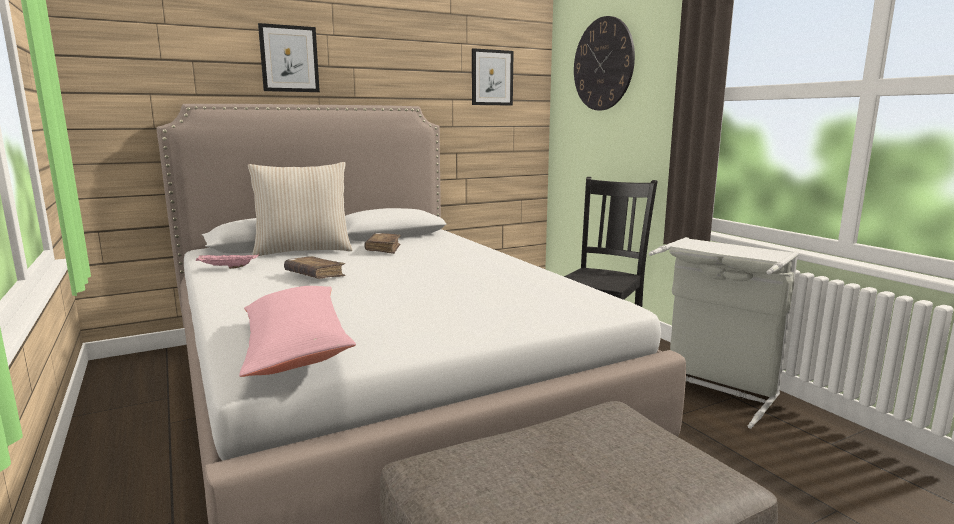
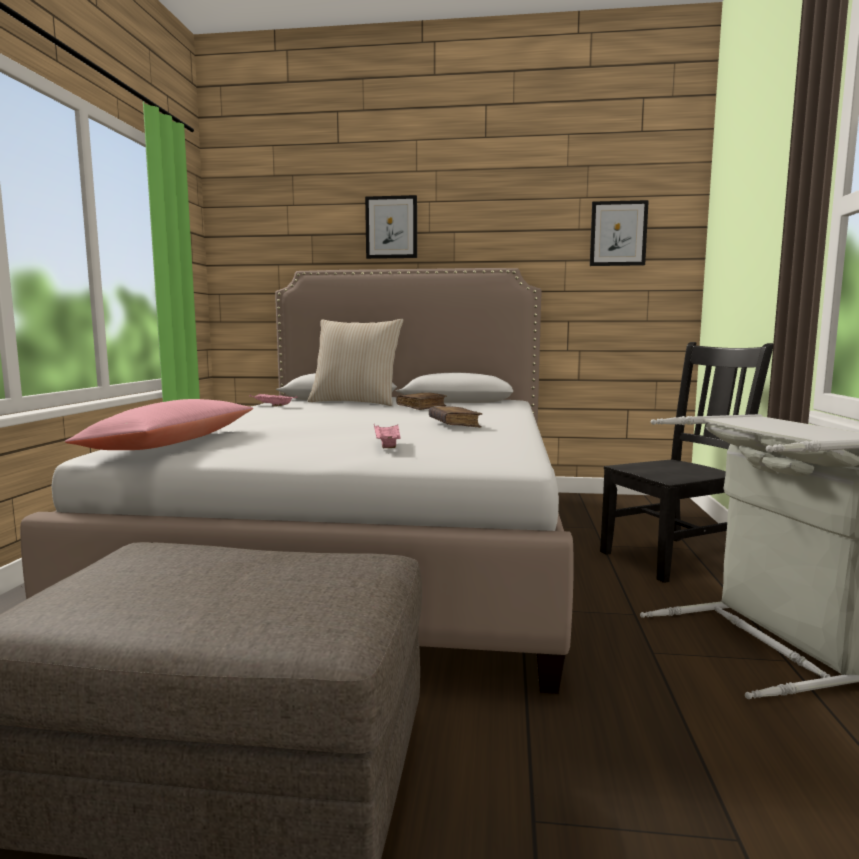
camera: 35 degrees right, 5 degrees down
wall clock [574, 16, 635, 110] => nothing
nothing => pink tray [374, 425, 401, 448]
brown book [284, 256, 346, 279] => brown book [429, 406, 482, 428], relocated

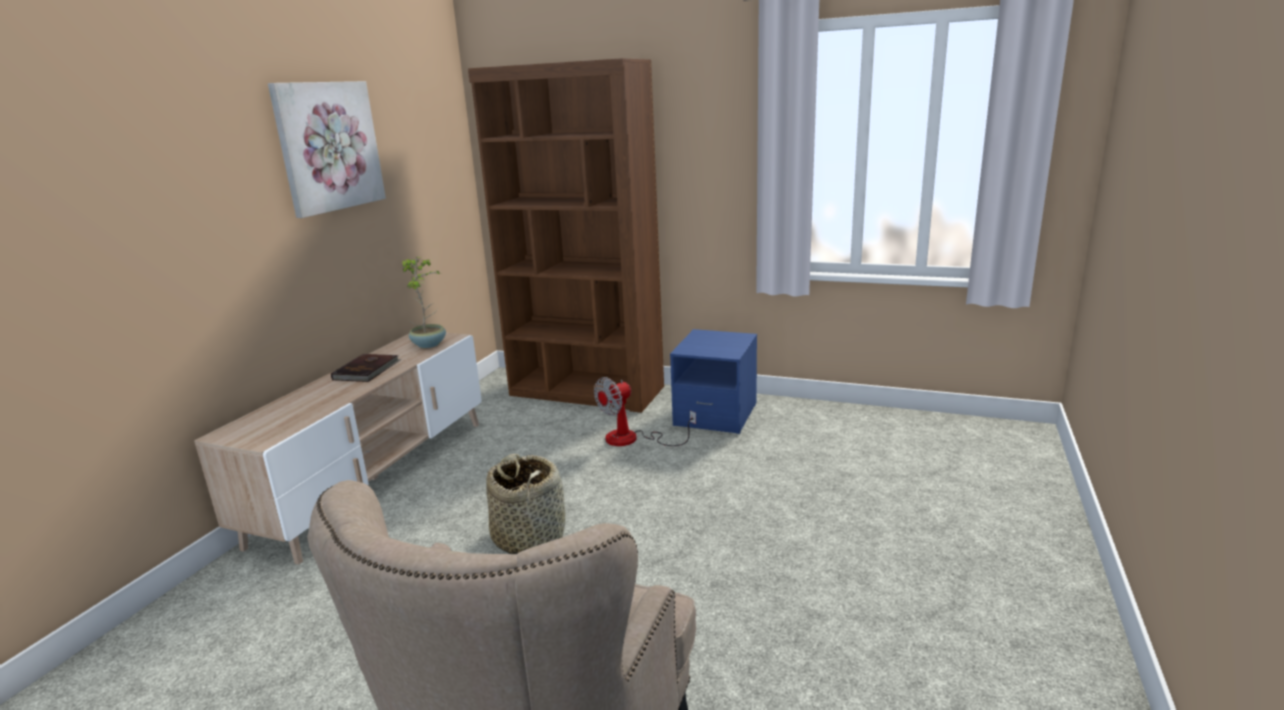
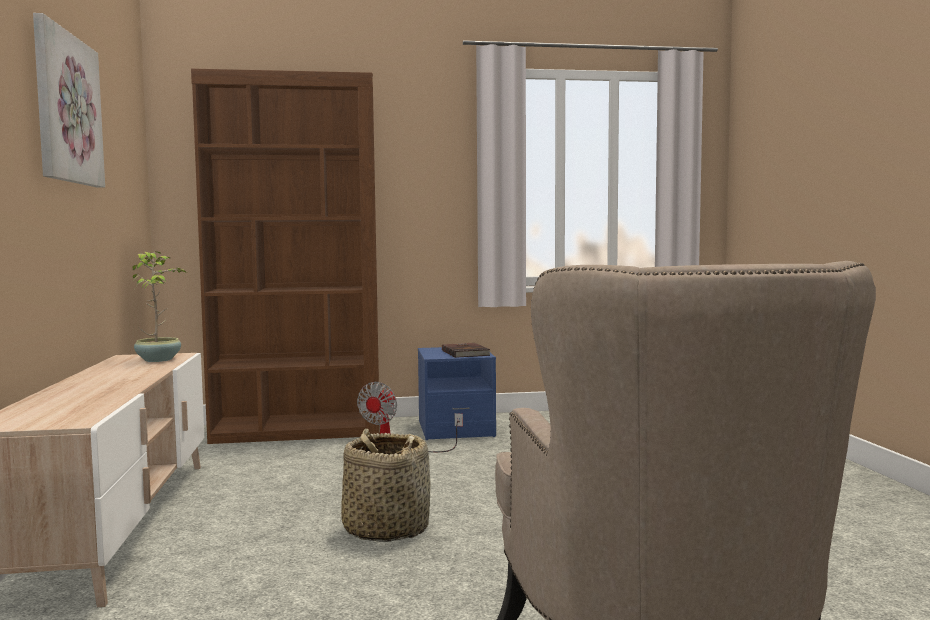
camera: 30 degrees left, 15 degrees down
brown book [331, 354, 402, 382] => brown book [442, 343, 491, 358], relocated

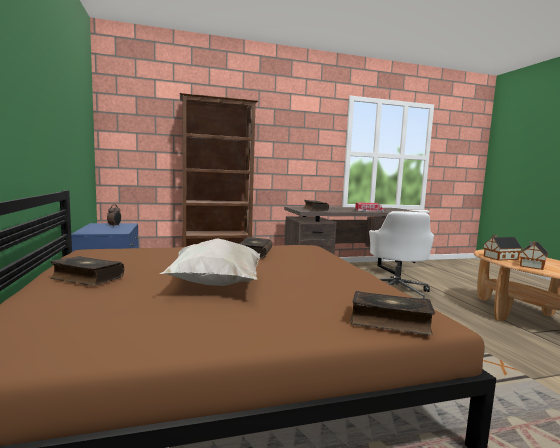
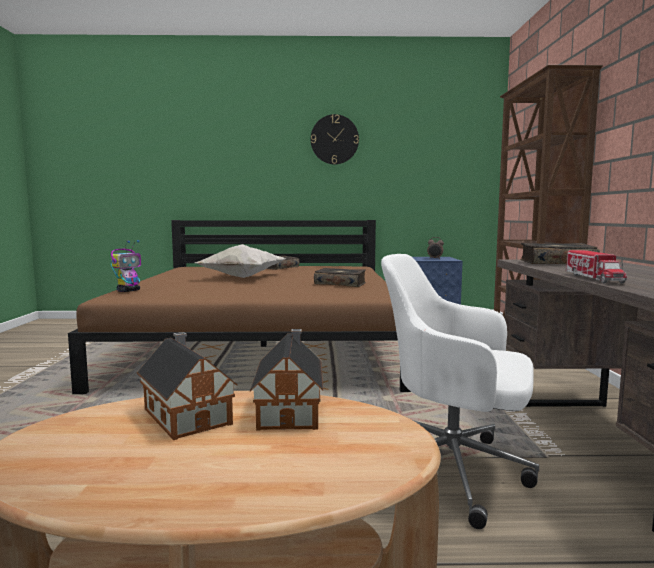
camera: 105 degrees right, 0 degrees up
nothing => wall clock [311, 114, 359, 164]
book [350, 291, 435, 335] => toy robot [111, 240, 141, 292]

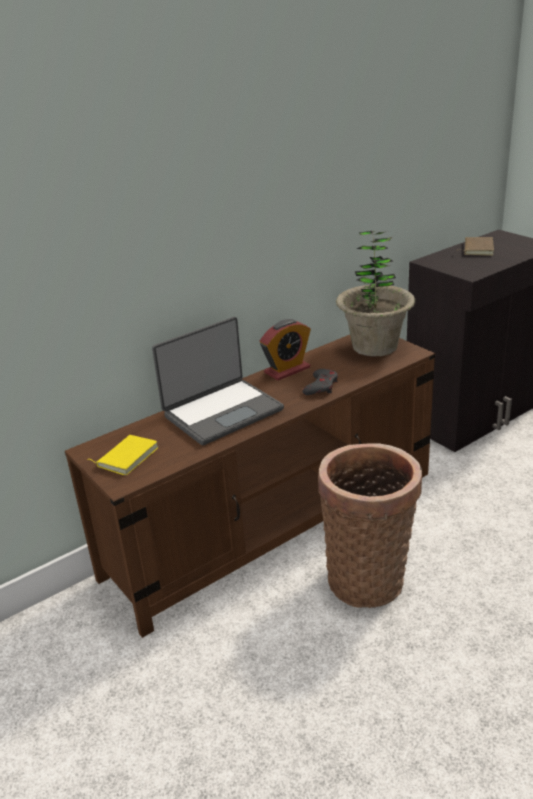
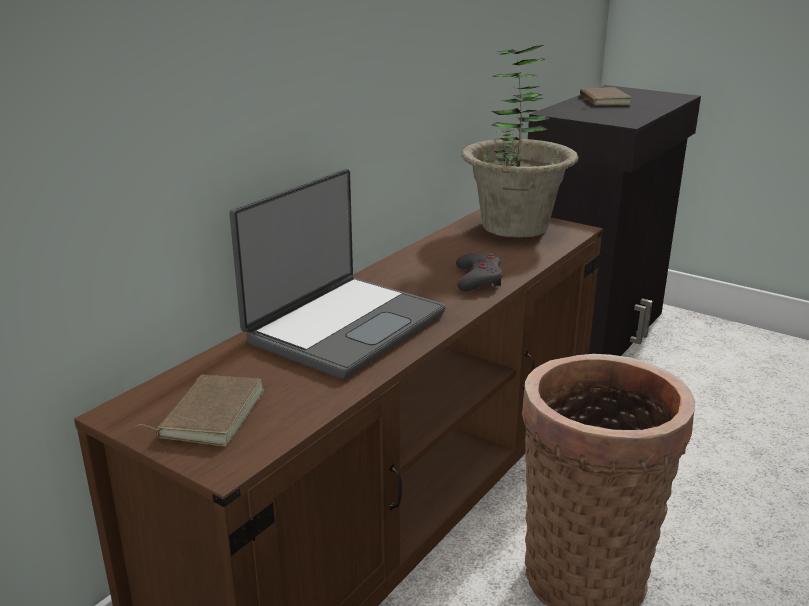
camera: 20 degrees left, 5 degrees down
alarm clock [260, 319, 311, 381] => nothing
yellow book [87, 435, 159, 476] => brown book [134, 375, 264, 446]

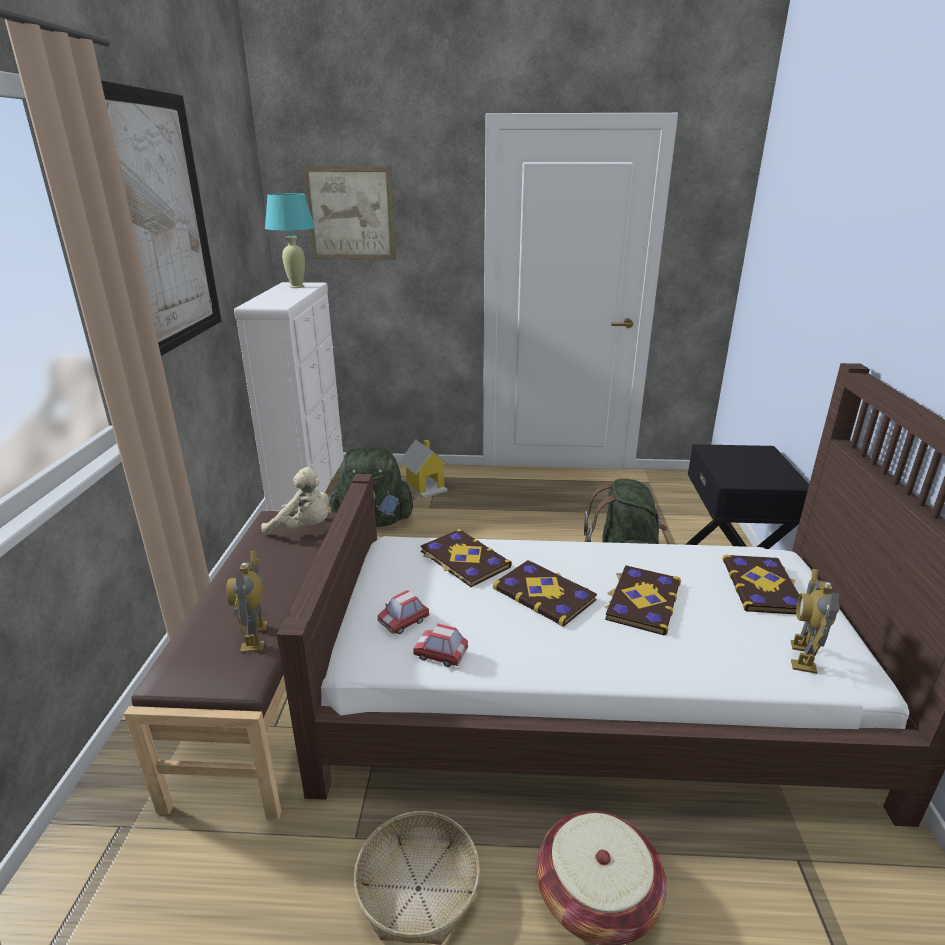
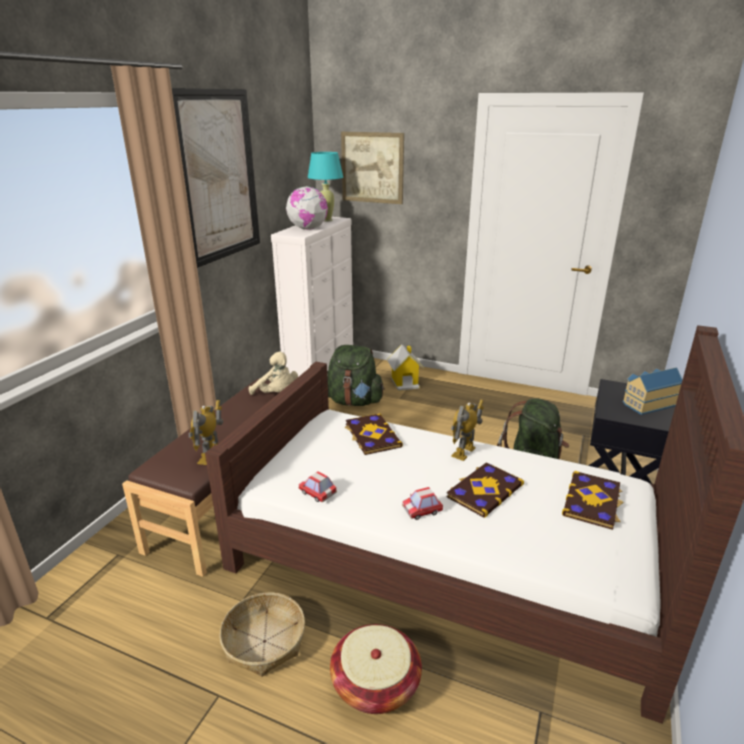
camera: 20 degrees right, 0 degrees up
book [493, 560, 597, 627] => nothing
nothing => globe [286, 186, 328, 230]
nothing => toy house [622, 367, 683, 415]
toy car [377, 590, 430, 634] => toy car [402, 487, 443, 520], relocated
toy robot [791, 569, 840, 674] => toy robot [451, 399, 484, 461], relocated

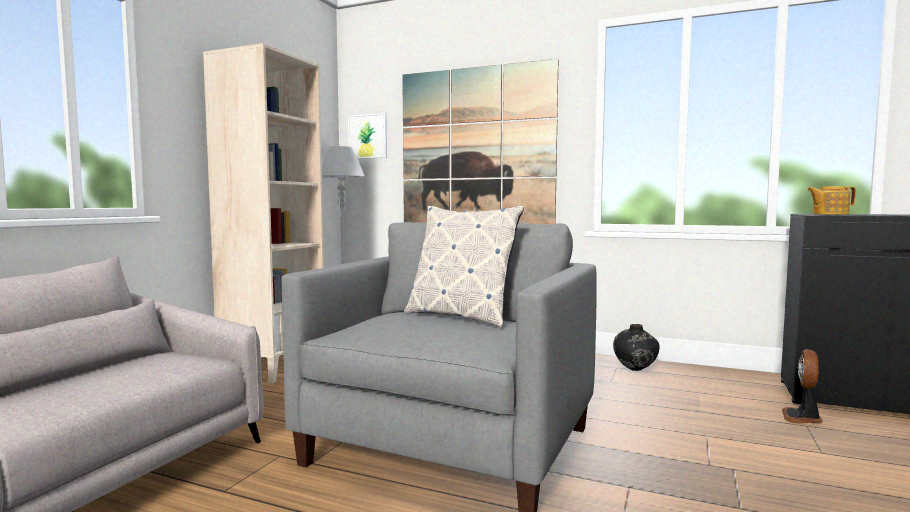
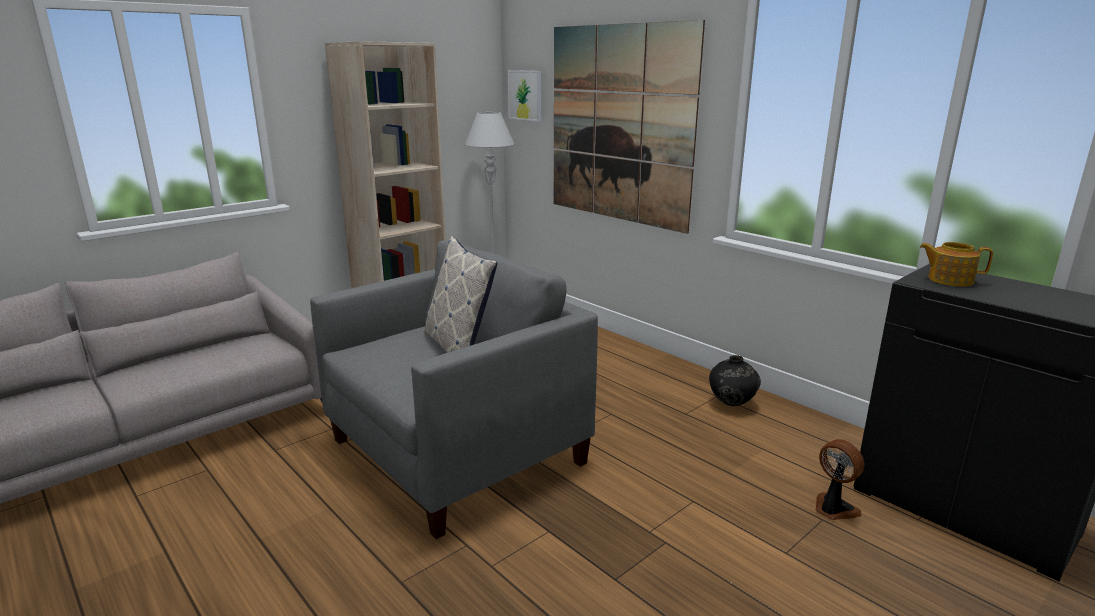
camera: 25 degrees right, 15 degrees up
fan [782, 349, 823, 423] => fan [815, 439, 864, 520], 90 degrees clockwise

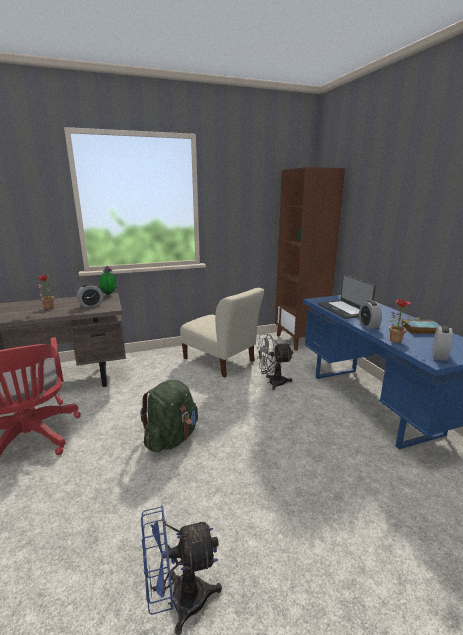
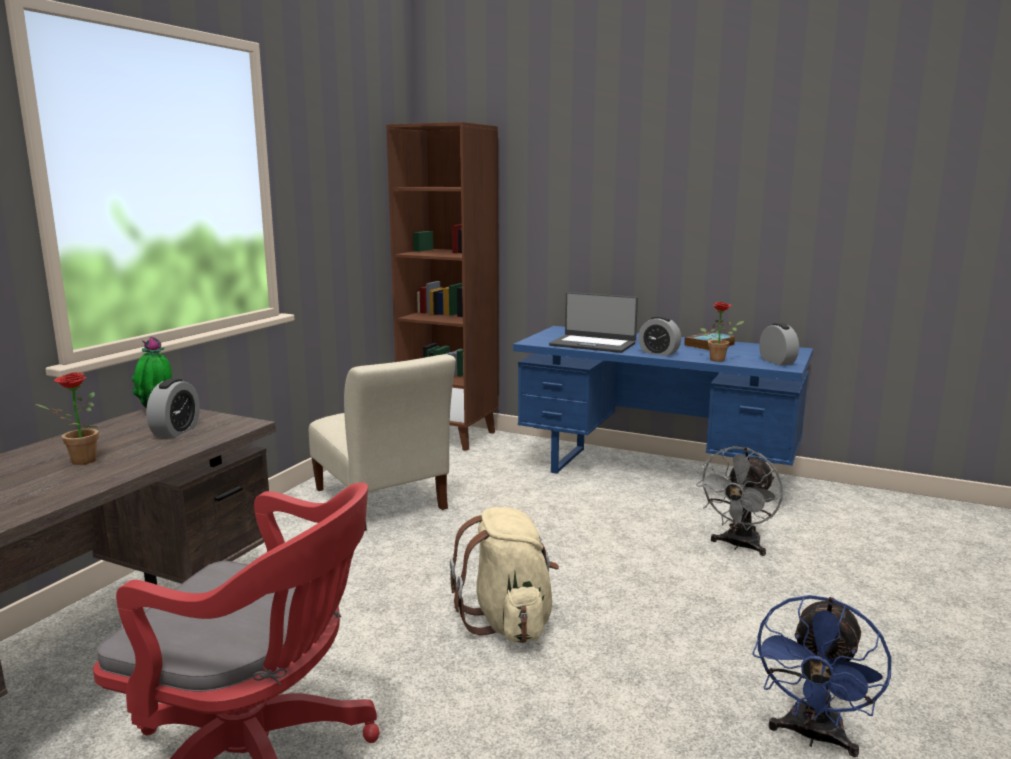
camera: 45 degrees left, 5 degrees down
grey fan [257, 334, 293, 390] => grey fan [696, 446, 783, 556], relocated
green backpack [140, 380, 198, 453] => beige backpack [450, 507, 559, 643]
beige chair [180, 288, 264, 377] => beige chair [309, 354, 456, 531], 60 degrees clockwise

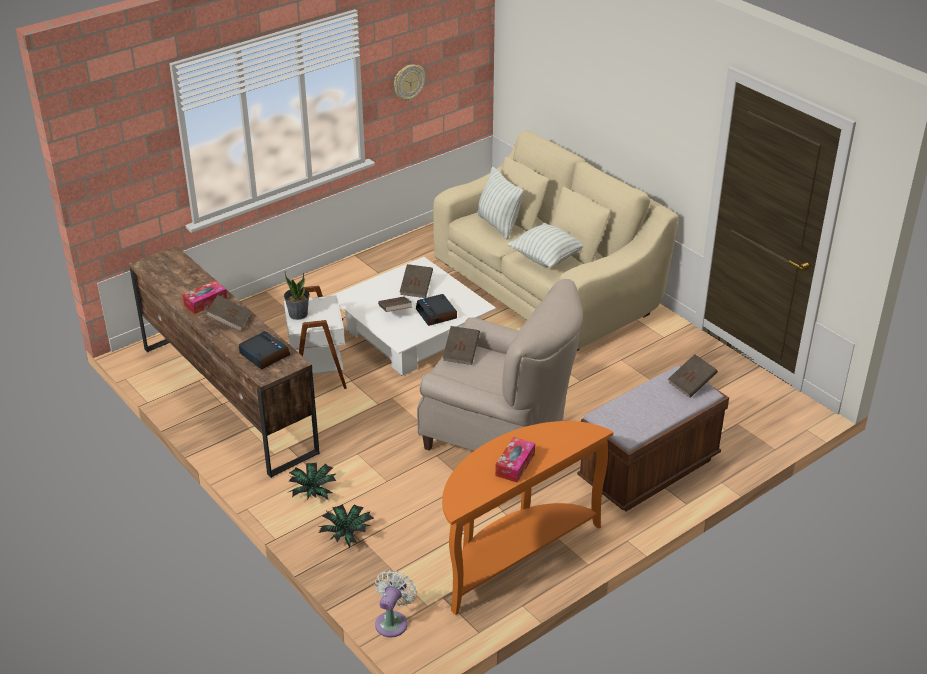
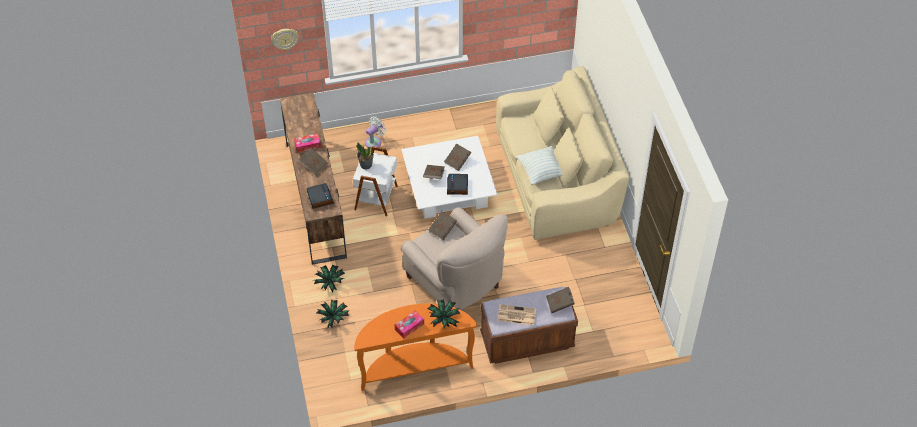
camera: 25 degrees right, 15 degrees up
pillow [477, 167, 524, 239] => nothing
nothing => potted plant [427, 299, 460, 328]
nothing => newspaper [497, 304, 536, 326]
white fan [375, 570, 417, 637] => white fan [365, 116, 386, 148], relocated
wall clock [394, 64, 425, 101] => wall clock [271, 29, 299, 50], relocated

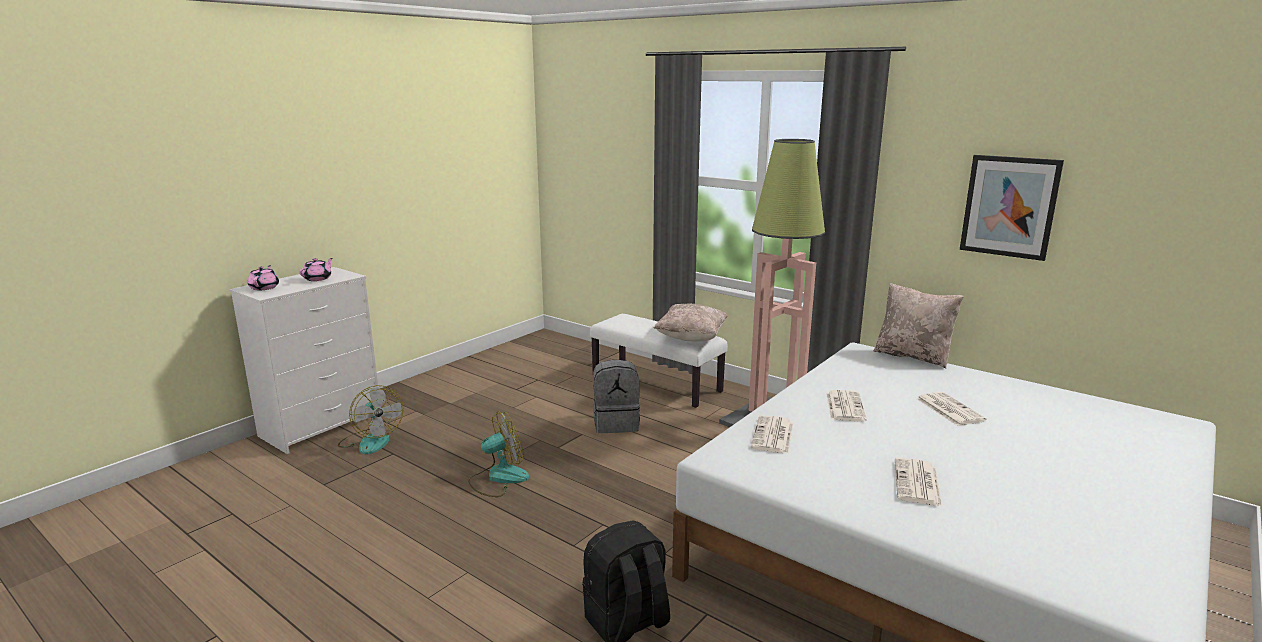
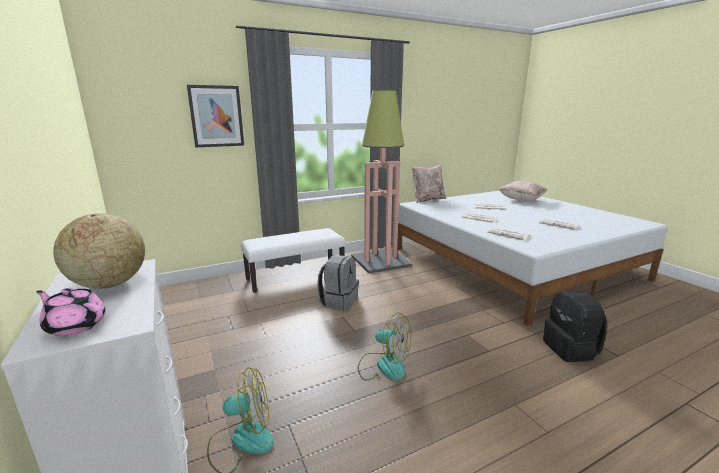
camera: 65 degrees left, 0 degrees up
beige pillow [654, 304, 728, 342] => beige pillow [499, 181, 547, 201], relocated
picture [960, 155, 1064, 261] => picture [187, 85, 244, 147], relocated
pink teapot [299, 258, 333, 281] => globe [53, 214, 145, 289]
fan [468, 411, 529, 497] => fan [358, 312, 411, 381], 120 degrees clockwise

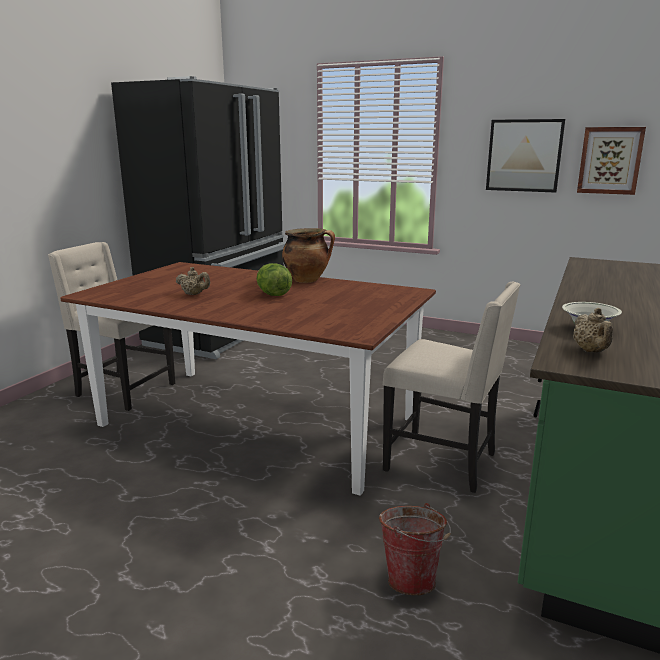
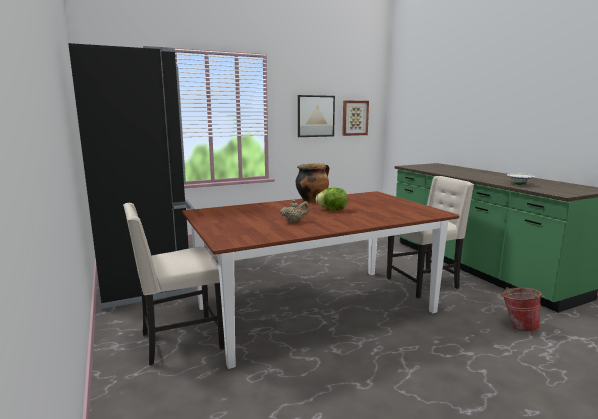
camera: 50 degrees left, 5 degrees down
beige teapot [573, 308, 613, 353] => nothing

